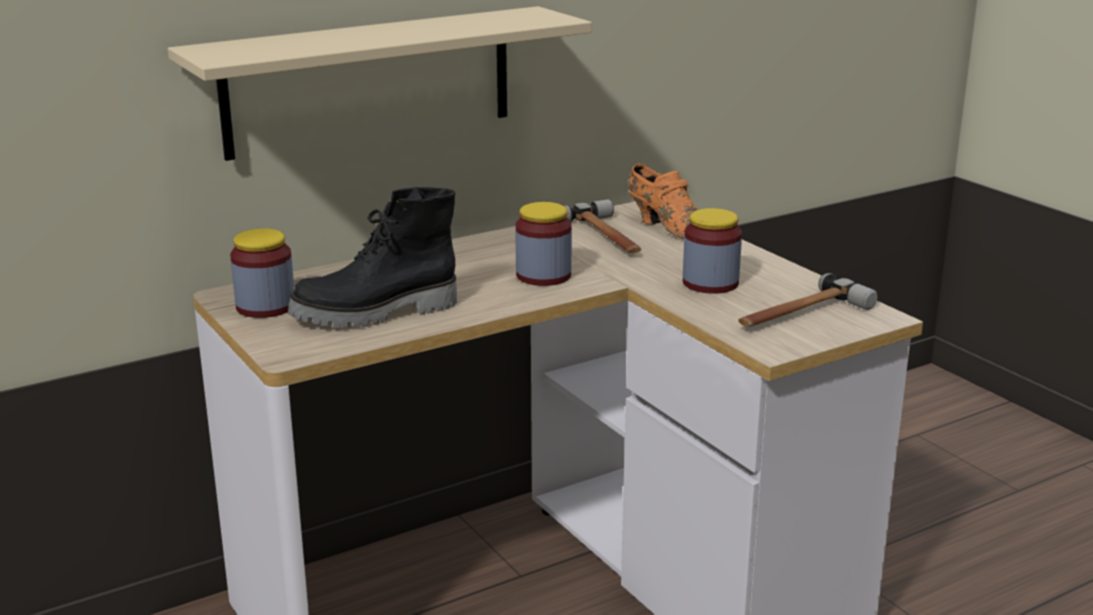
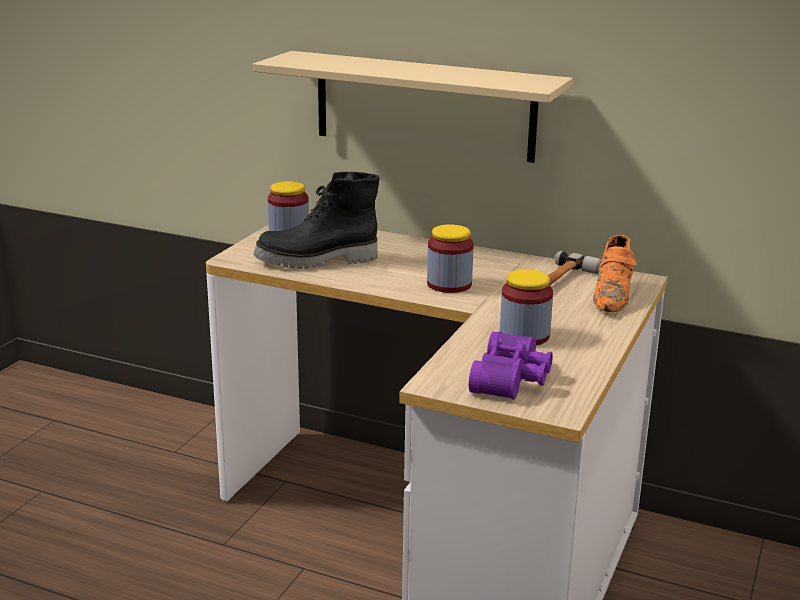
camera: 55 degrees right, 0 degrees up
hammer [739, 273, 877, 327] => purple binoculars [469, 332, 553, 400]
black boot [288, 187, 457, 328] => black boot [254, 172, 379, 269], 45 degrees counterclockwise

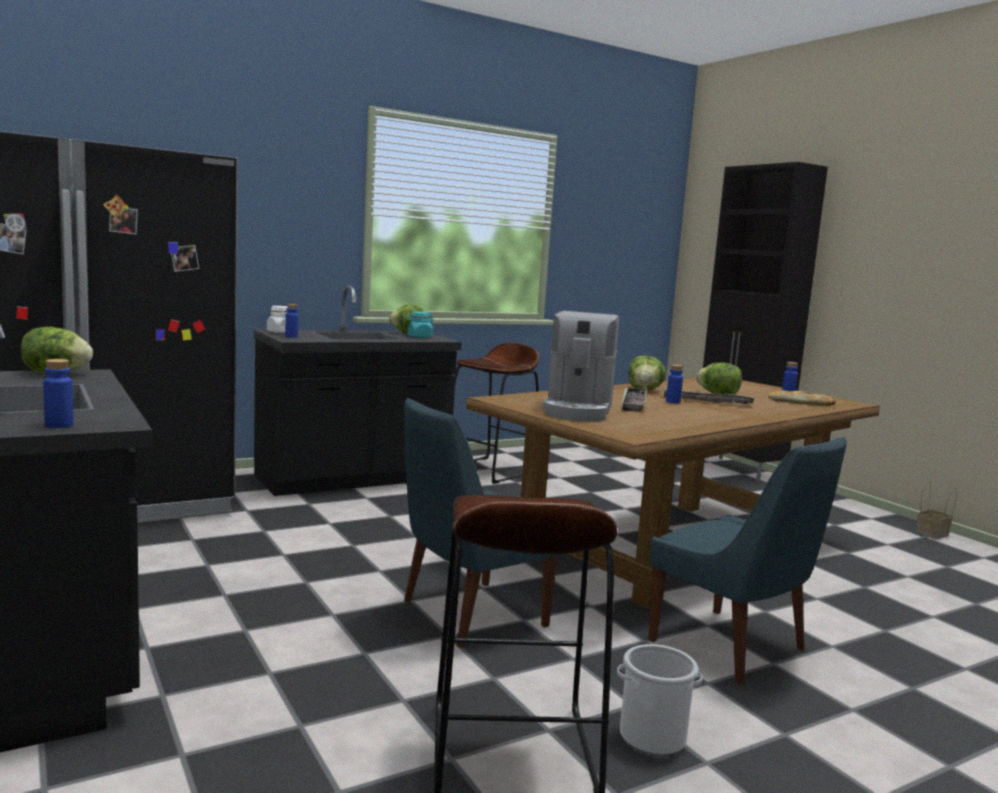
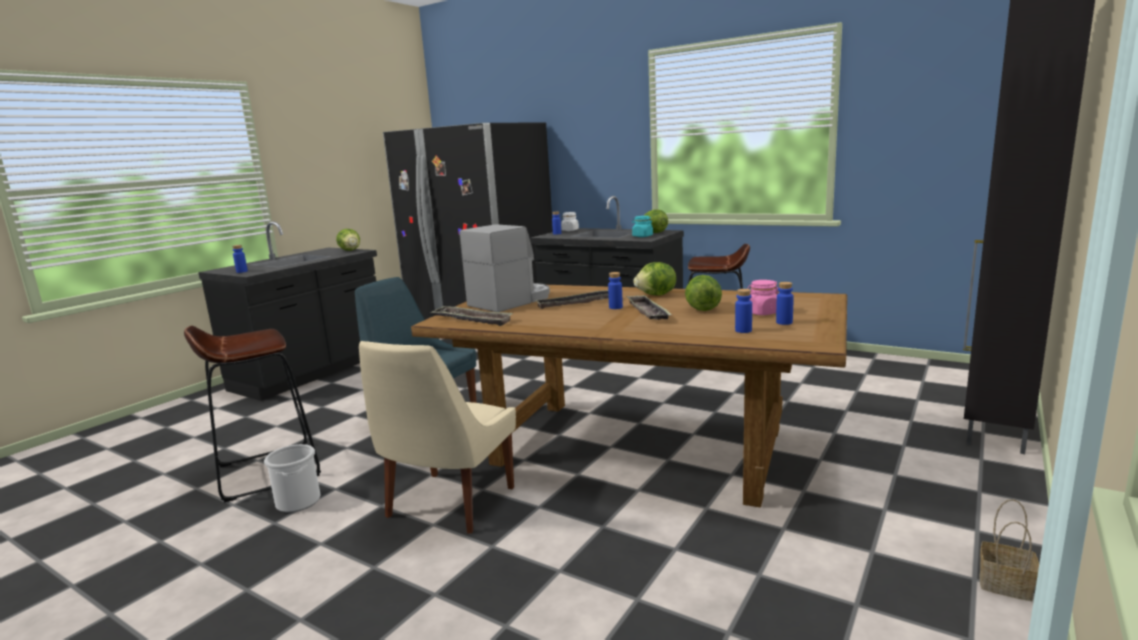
camera: 65 degrees right, 5 degrees up
nothing => tray [431, 306, 513, 326]
nothing => pink jar [748, 280, 779, 315]
bread [768, 390, 836, 406] => blue bottle [735, 289, 752, 333]
blue chair [648, 437, 847, 685] => beige chair [359, 341, 516, 534]
coffee machine [543, 311, 619, 421] => coffee machine [459, 224, 550, 312], 150 degrees clockwise

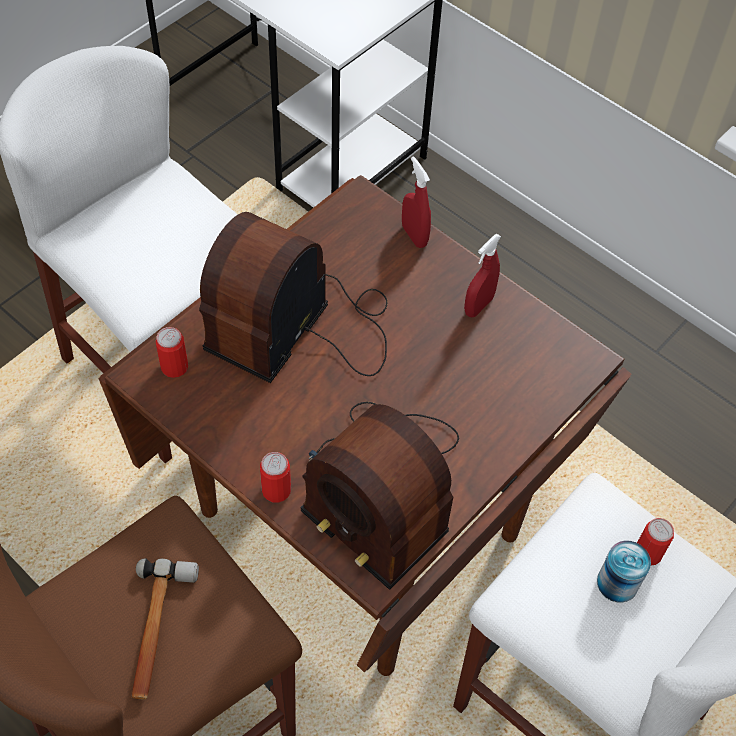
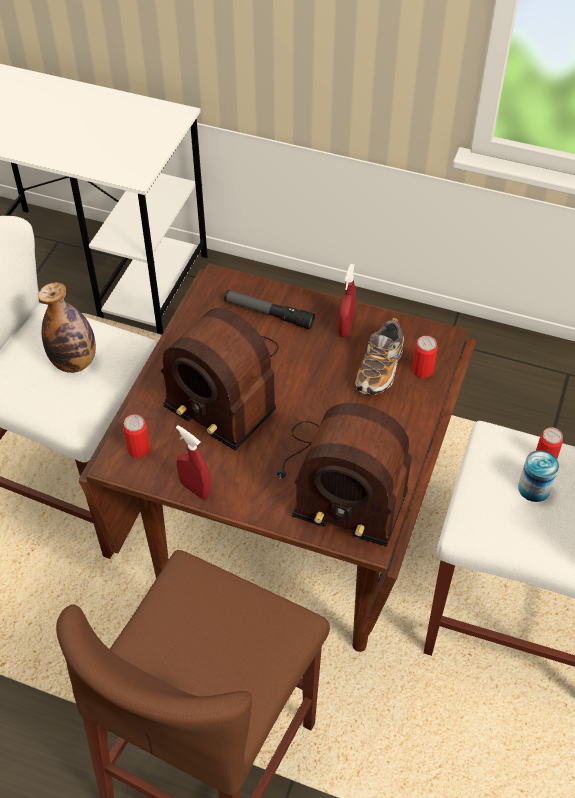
camera: 20 degrees left, 5 degrees down
hammer [132, 558, 199, 699] => nothing
nothing => bottle [38, 282, 96, 373]
nothing => flashlight [224, 290, 315, 329]
nothing => shoe [355, 318, 404, 395]
can [260, 452, 291, 503] => can [412, 336, 437, 378], relocated
red spray bottle [402, 156, 431, 248] => red spray bottle [176, 425, 211, 499], relocated
radio [199, 212, 388, 383] => radio [161, 308, 279, 451], 60 degrees counterclockwise

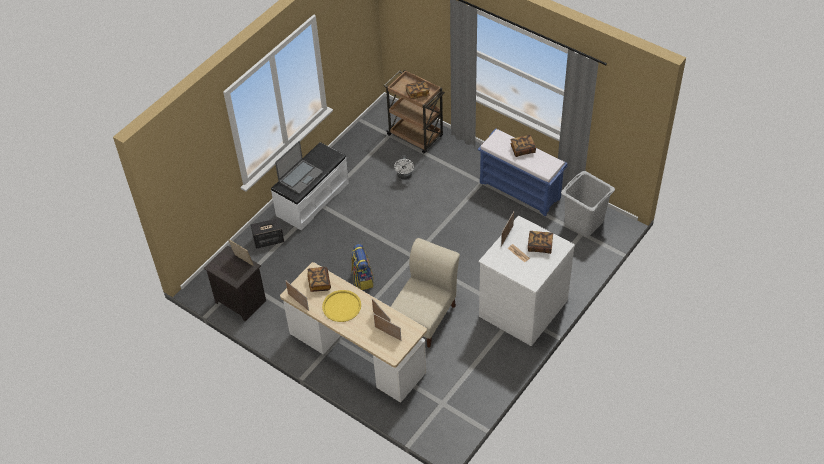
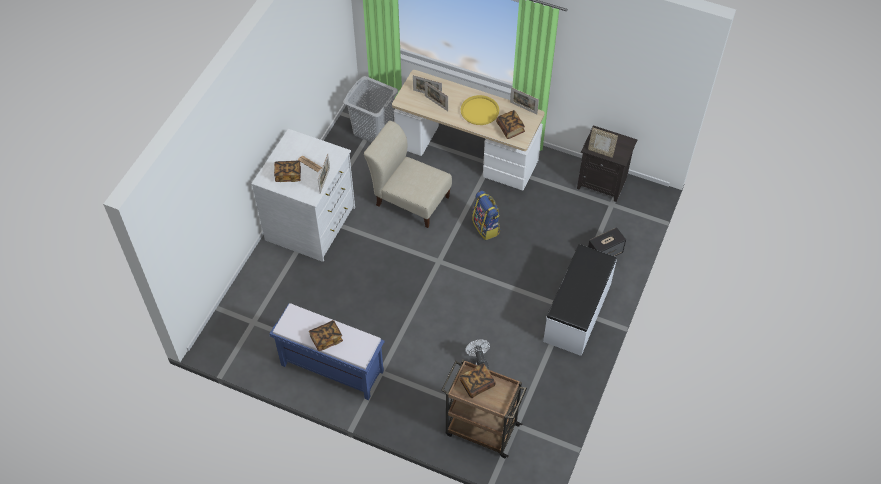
camera: 165 degrees right, 5 degrees up
laptop [275, 141, 323, 194] => nothing
grey laundry basket [561, 171, 615, 237] => grey laundry basket [343, 76, 398, 143], relocated
beige chair [391, 238, 460, 348] => beige chair [364, 121, 452, 228], 105 degrees clockwise

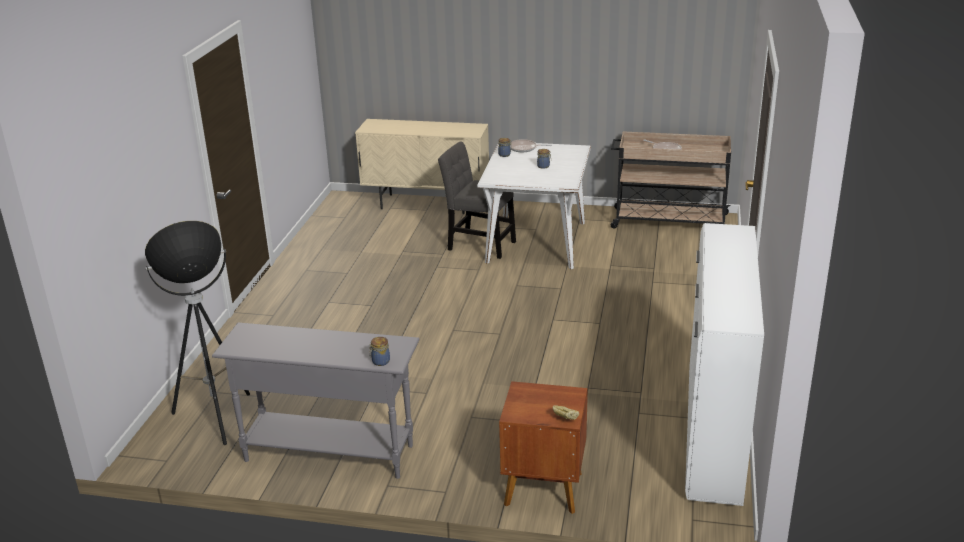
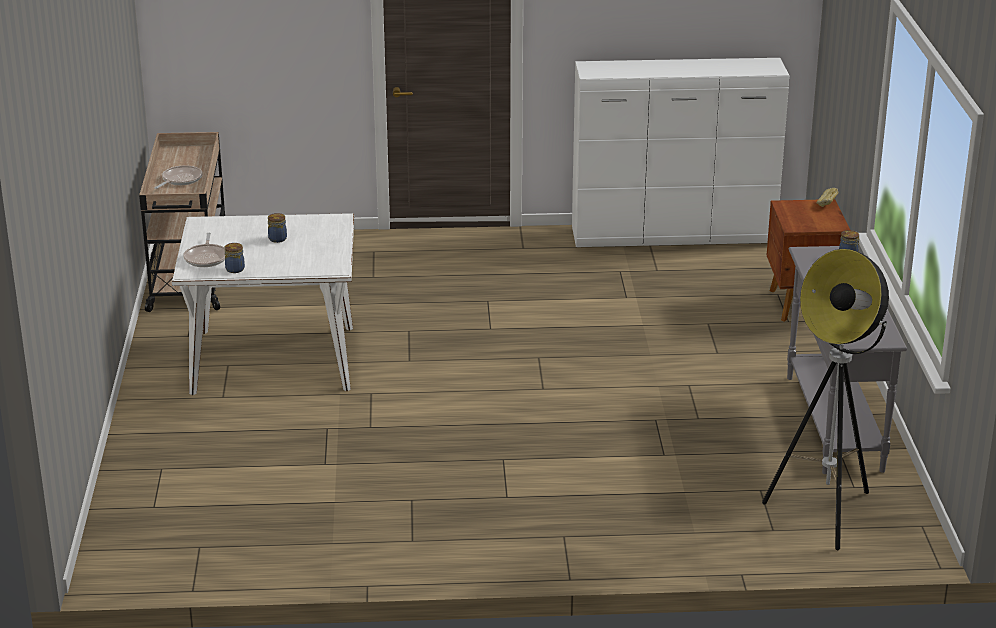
camera: 105 degrees left, 0 degrees up
beige cabinet [355, 119, 489, 214] => nothing
grey chair [438, 141, 516, 259] => nothing

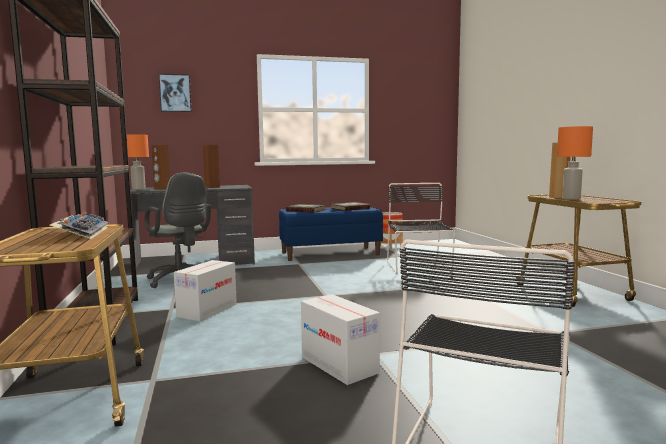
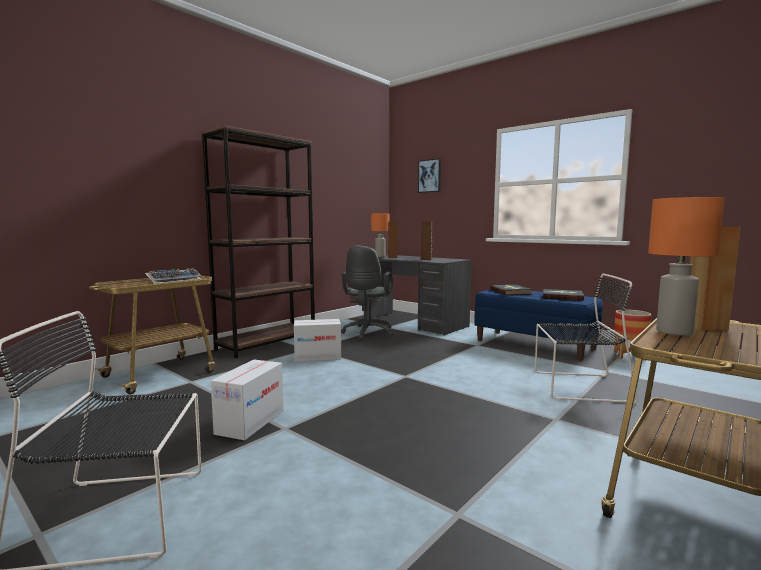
camera: 55 degrees right, 0 degrees up
black chair [387, 183, 455, 274] => black chair [535, 274, 638, 404], 45 degrees clockwise

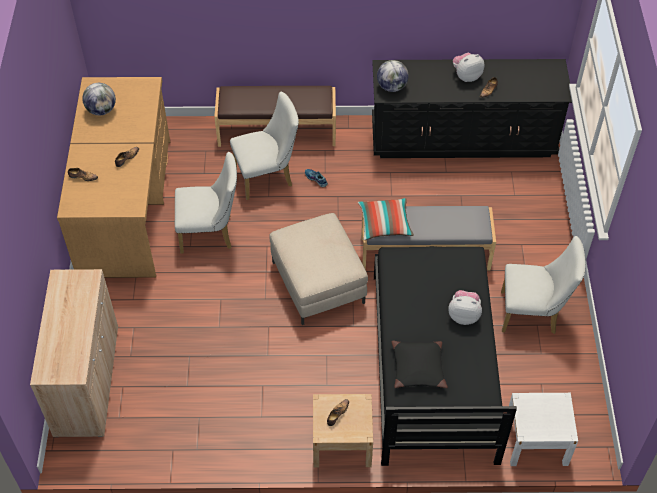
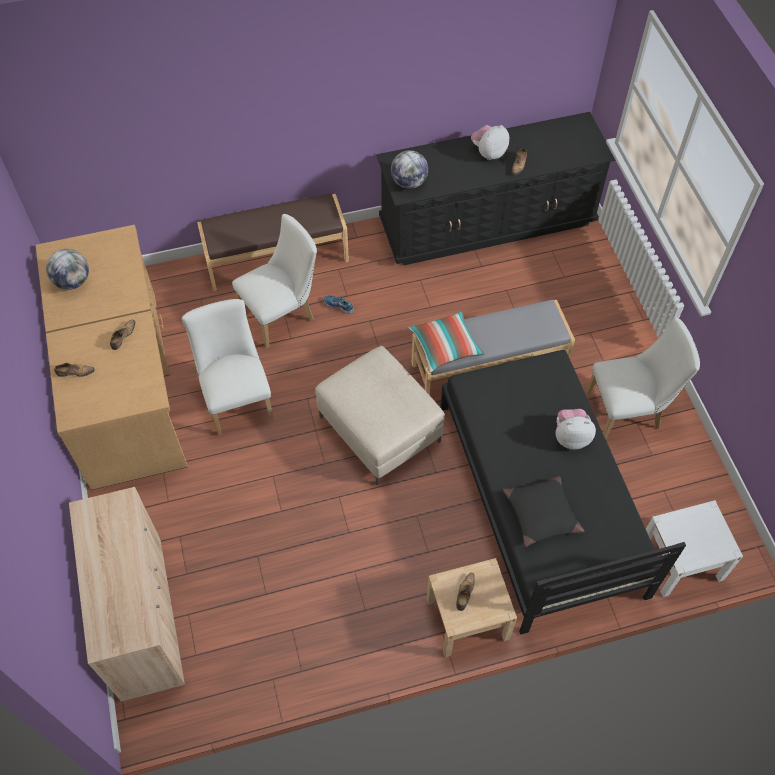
camera: 15 degrees left, 5 degrees up
white chair [175, 152, 237, 253] => white chair [182, 299, 274, 436], 90 degrees counterclockwise

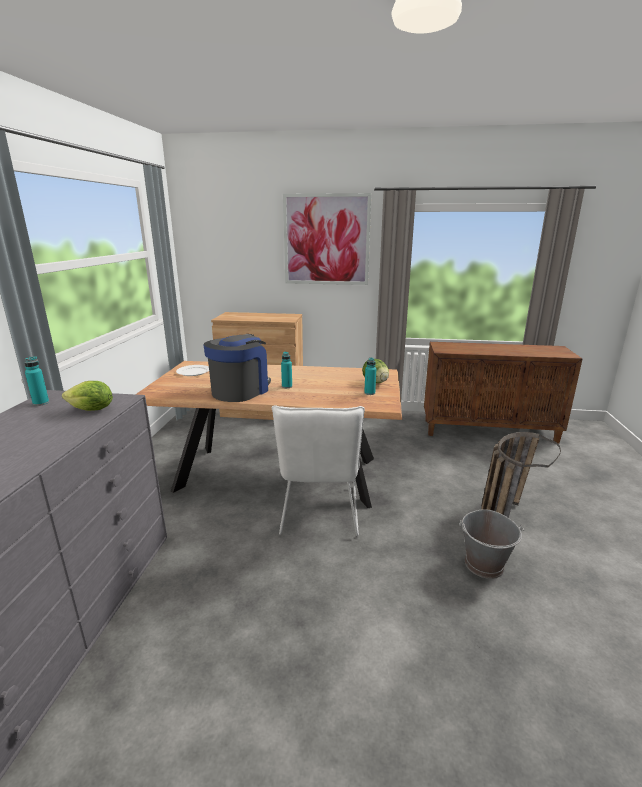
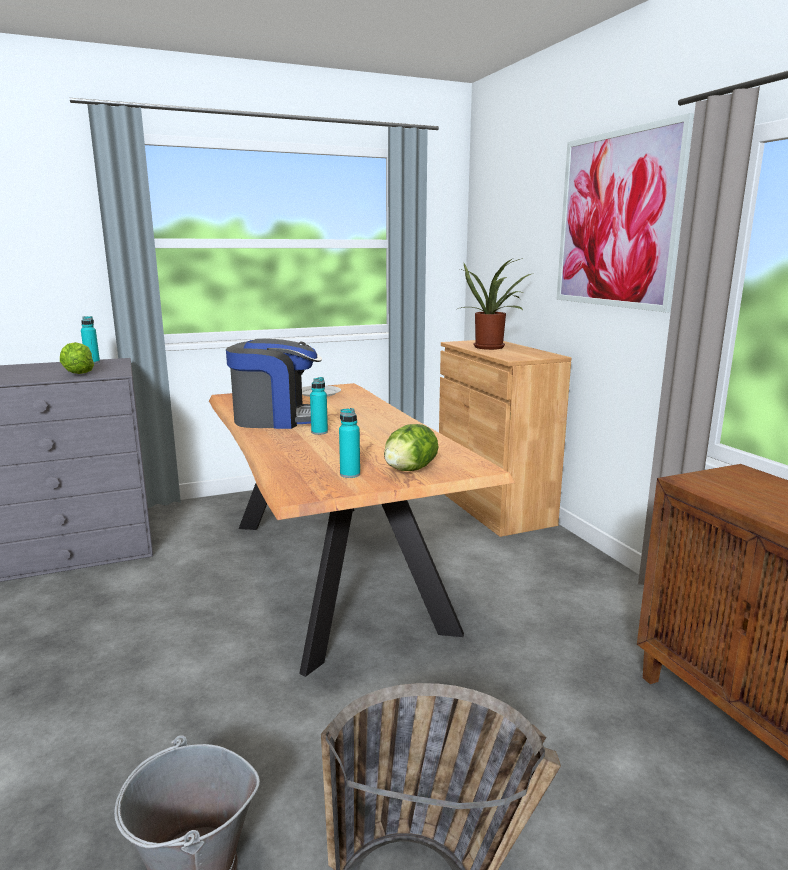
camera: 60 degrees right, 5 degrees down
white chair [272, 405, 365, 536] => nothing
nothing => potted plant [458, 258, 534, 350]

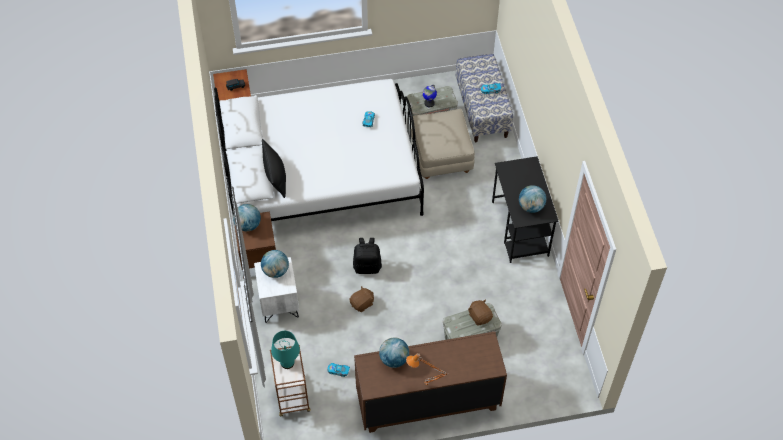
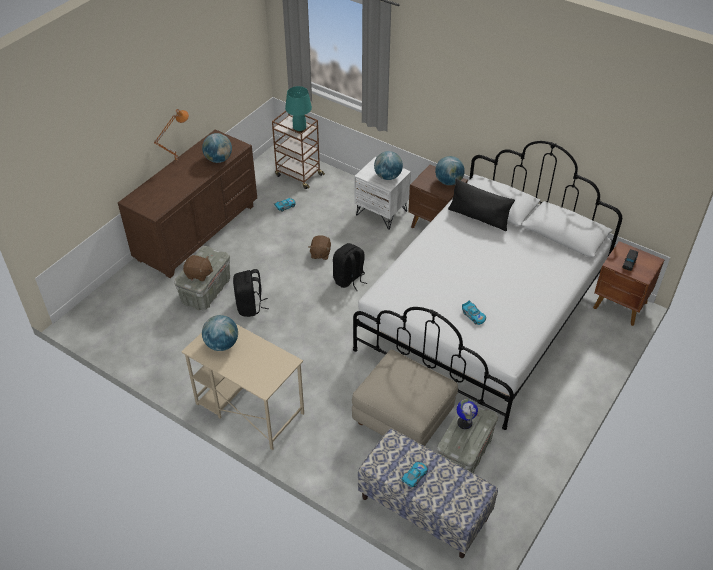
camera: 135 degrees right, 10 degrees down
nothing => black backpack [233, 269, 269, 317]
black desk [492, 156, 559, 263] => beige desk [181, 324, 304, 450]

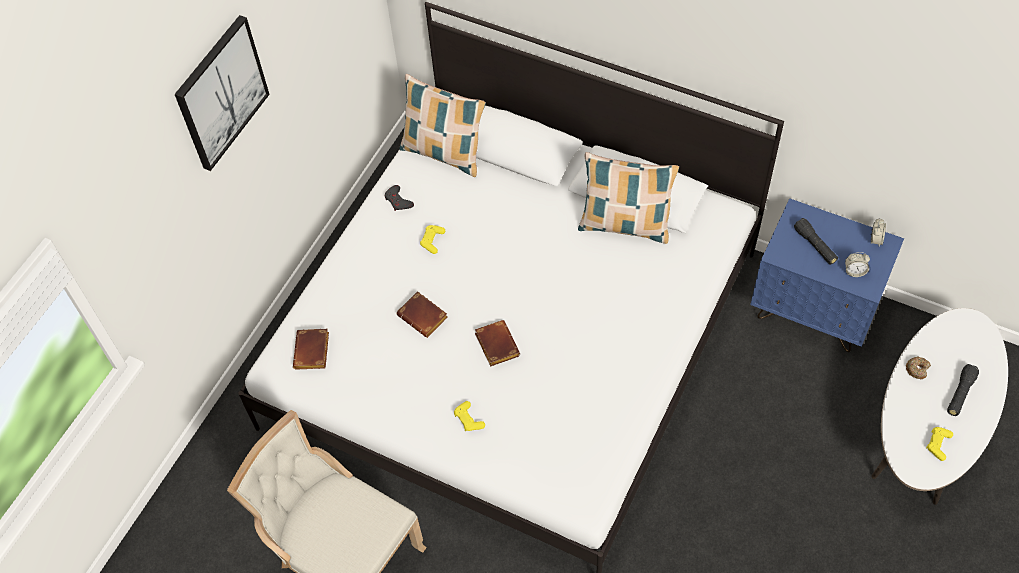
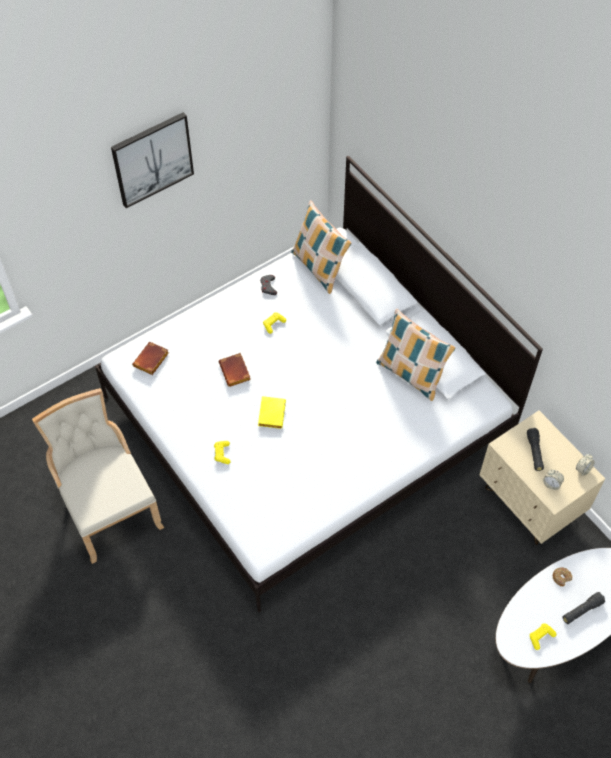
camera: 25 degrees right, 0 degrees up
brown book [475, 320, 520, 367] => yellow book [258, 396, 286, 429]
blue nightstand [750, 198, 904, 352] => beige nightstand [480, 411, 605, 545]

